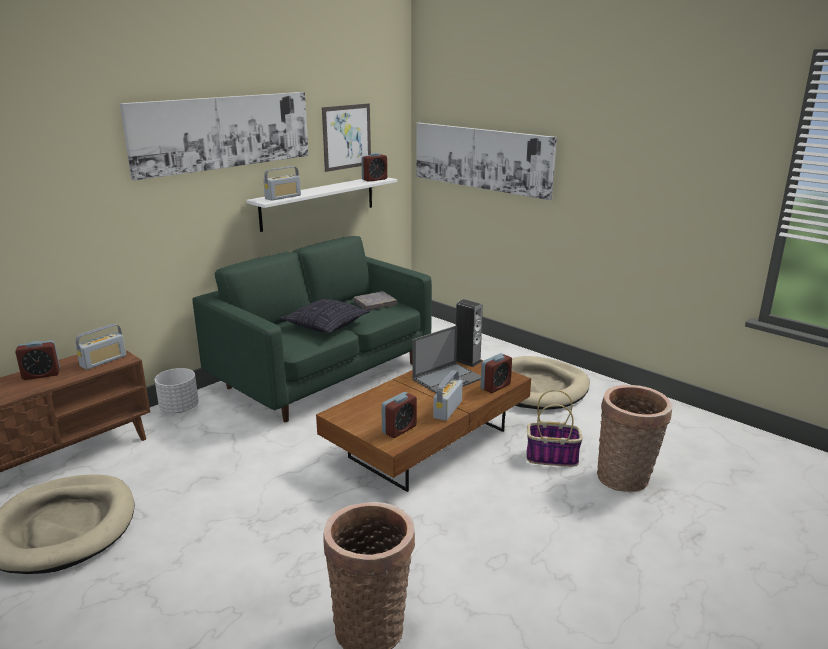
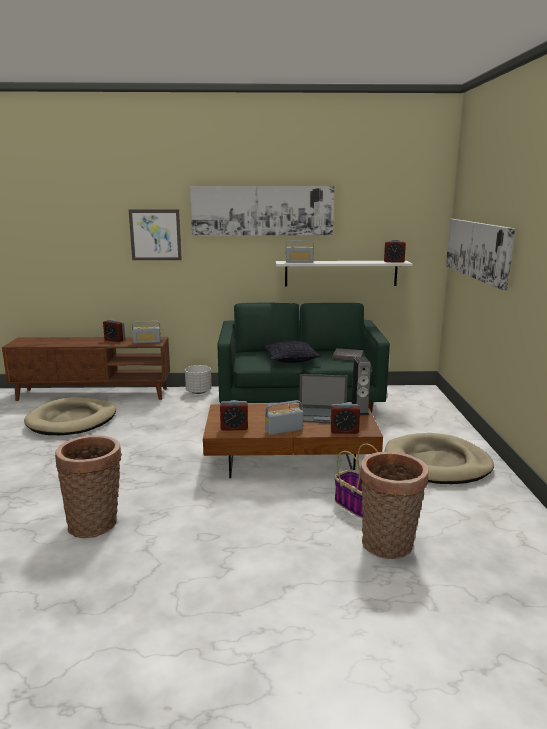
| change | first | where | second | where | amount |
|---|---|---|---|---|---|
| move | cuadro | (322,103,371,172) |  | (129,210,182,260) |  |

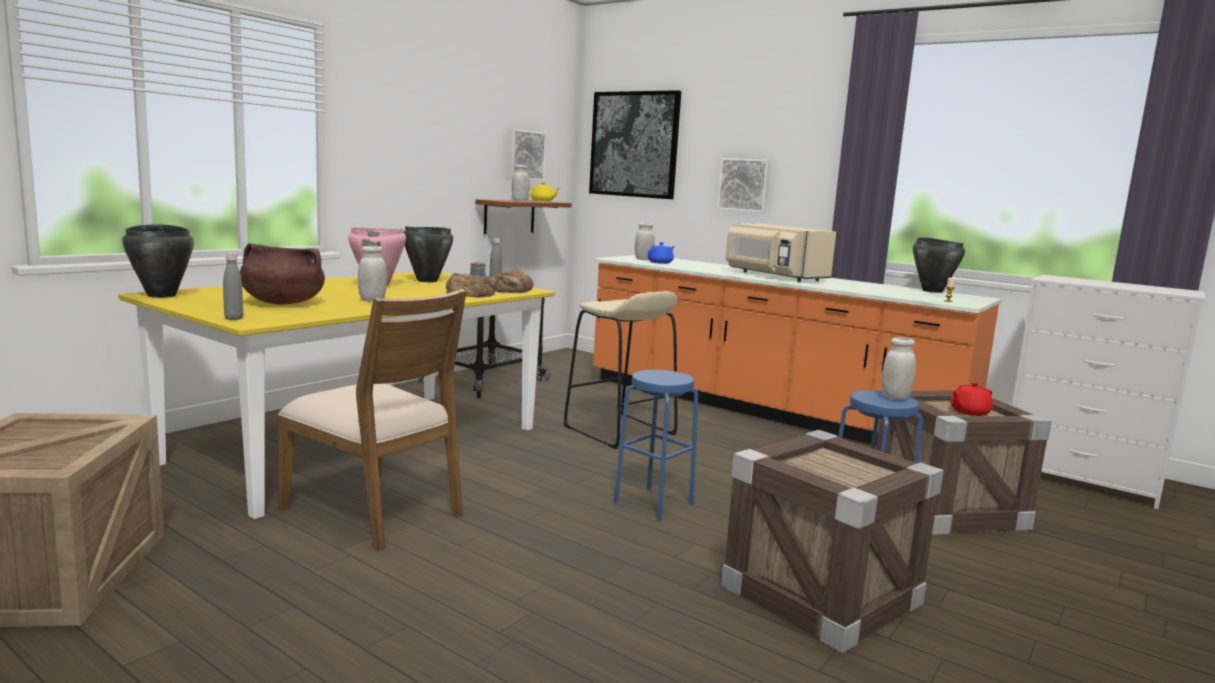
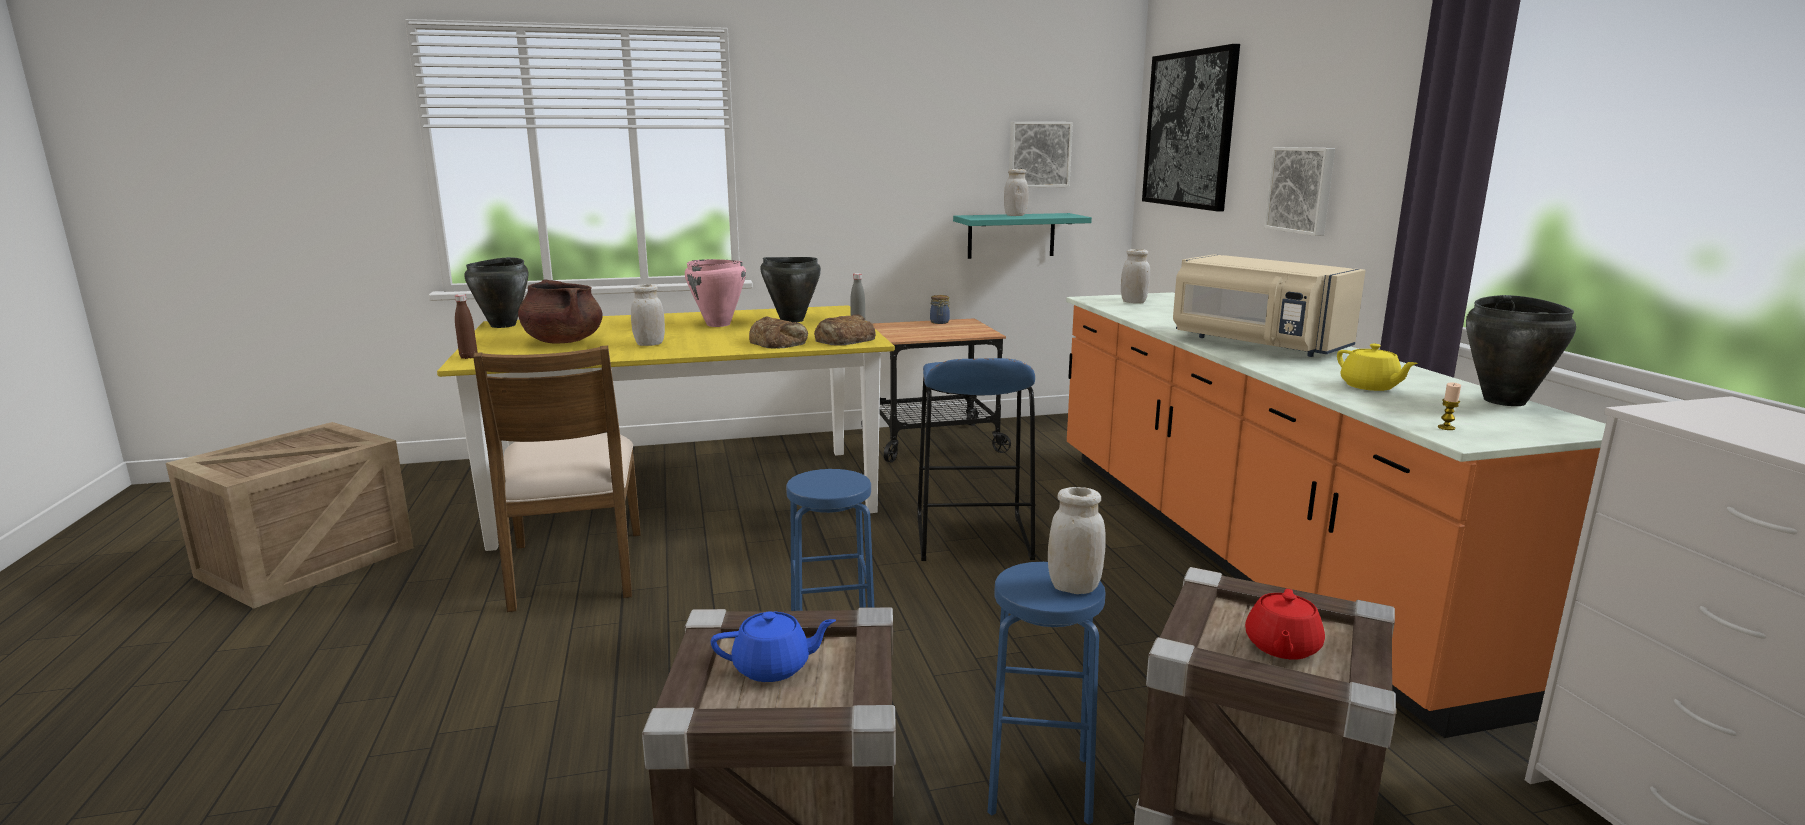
| change | first | where | second | where | amount |
|---|---|---|---|---|---|
| recolor | botella [gris] | (223,253,243,320) | botella [marrón] | (455,294,477,359) |  |
| move | tetera [azul] | (647,242,675,264) |  | (711,611,836,682) |  |
| recolor | taburete [beis] | (563,291,678,449) | taburete [azul] | (917,358,1036,561) |  |
| recolor | estante [marrón] | (475,199,572,234) | estante [turquesa] | (953,213,1092,259) |  |
| rotate | microondas [beis] | (726,223,836,282) |  | (1173,255,1366,357) | 45 degrees counterclockwise |
| rotate | tetera [rojo] | (950,382,993,416) |  | (1245,589,1325,659) | 75 degrees counterclockwise |
| move | tetera [amarillo] | (529,182,561,202) |  | (1337,344,1418,391) |  |

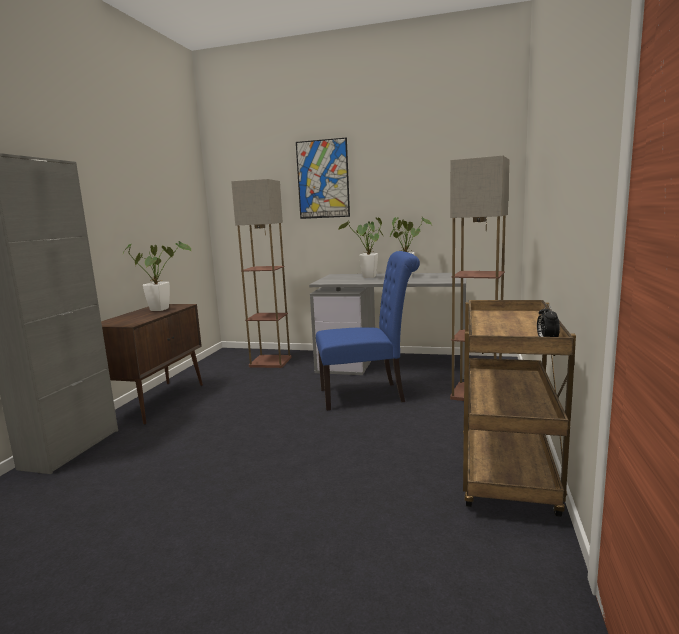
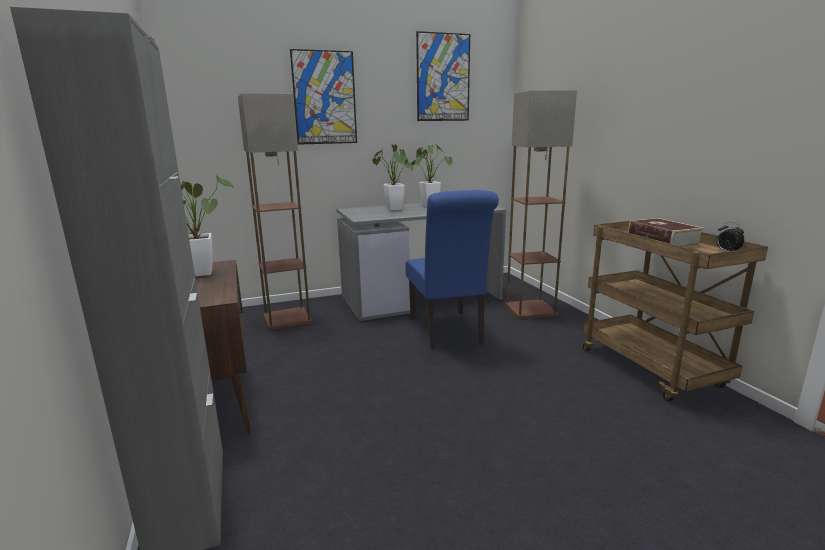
| change | first | where | second | where | amount |
|---|---|---|---|---|---|
| rotate | silla [azul] | (316,251,420,411) |  | (406,190,499,349) | 120 degrees clockwise |
| insert |  |  | cuadro | (416,31,470,121) |  |
| insert |  |  | libro | (628,218,704,248) |  |

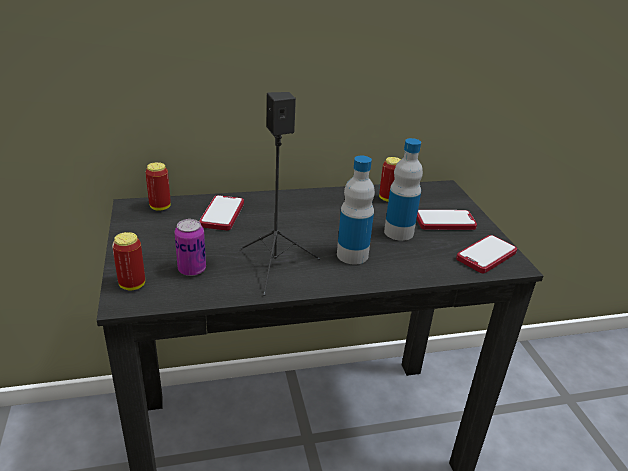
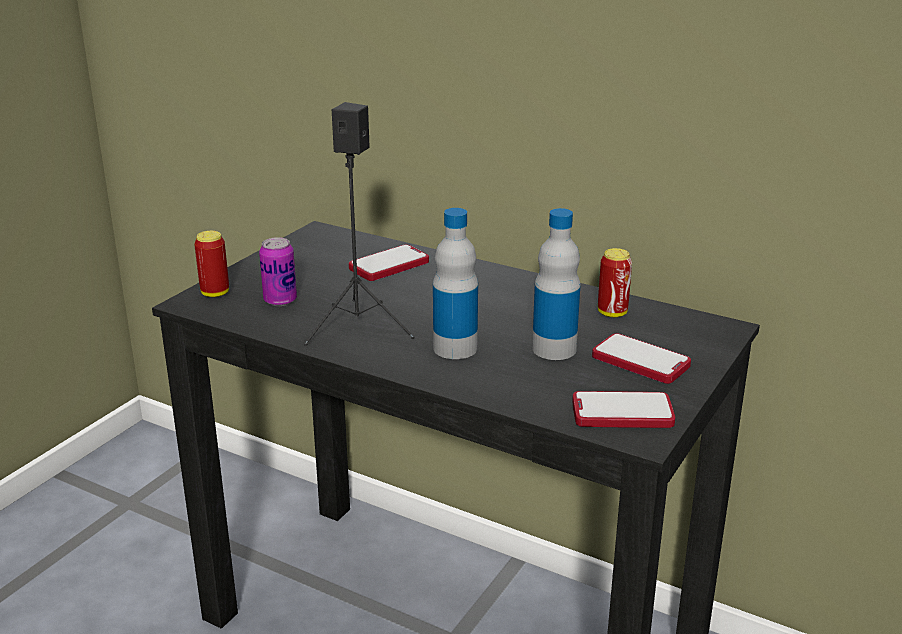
| change | first | where | second | where | amount |
|---|---|---|---|---|---|
| delete | lata | (145,162,171,211) |  |  |  |

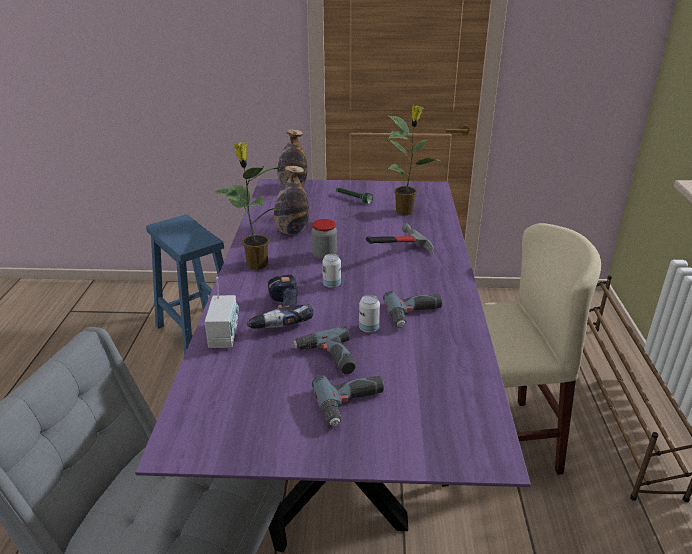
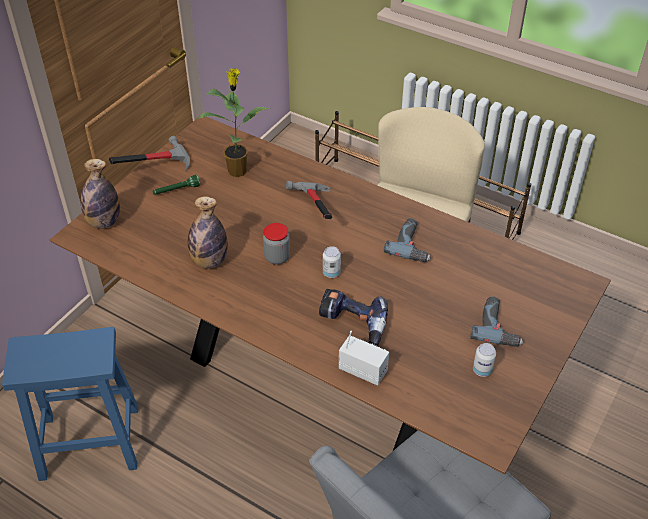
| change | first | where | second | where | amount |
|---|---|---|---|---|---|
| recolor | mesa de comedor [morado] | (135,179,531,531) | mesa de comedor [marrón] | (50,115,611,474) |  |
| insert |  |  | martillo | (109,136,190,171) |  |
| move | lata | (359,295,380,333) |  | (473,343,496,377) |  |
| delete | planta en maceta | (215,142,282,269) |  |  |  |
| delete | taladro | (292,326,356,374) |  |  |  |

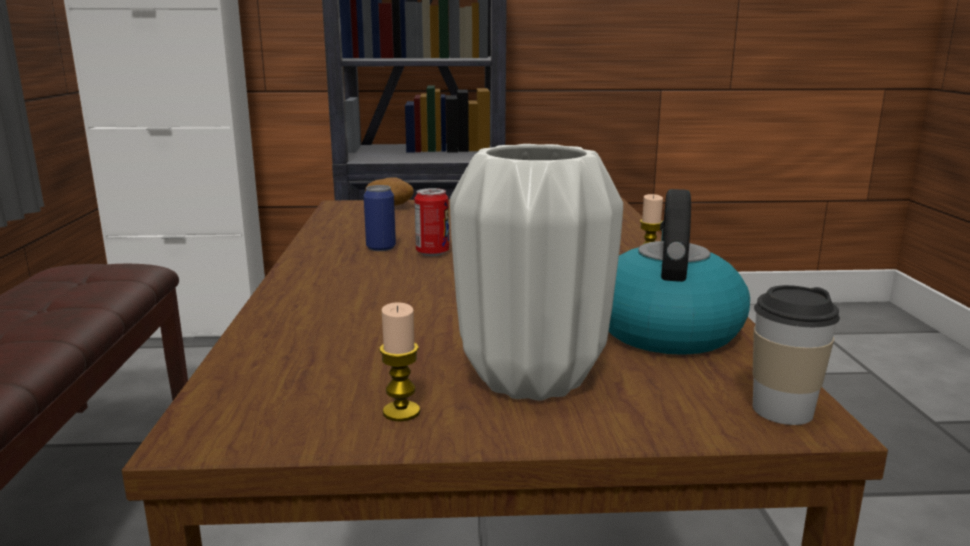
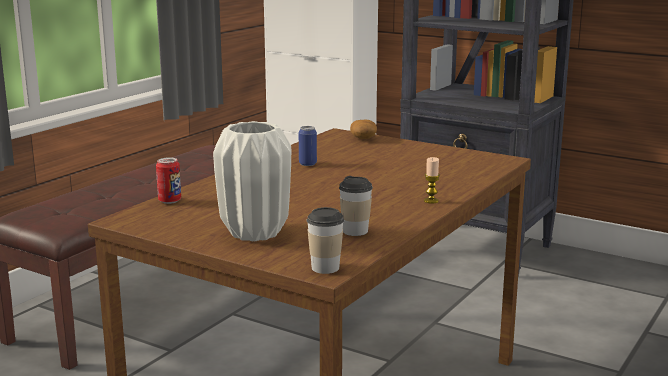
| change | first | where | second | where | amount |
|---|---|---|---|---|---|
| move | lata | (414,188,449,256) |  | (156,157,181,204) |  |
| replace | hervidor | (609,189,750,355) | taza | (339,176,373,236) |  |
| delete | vela | (379,302,420,422) |  |  |  |

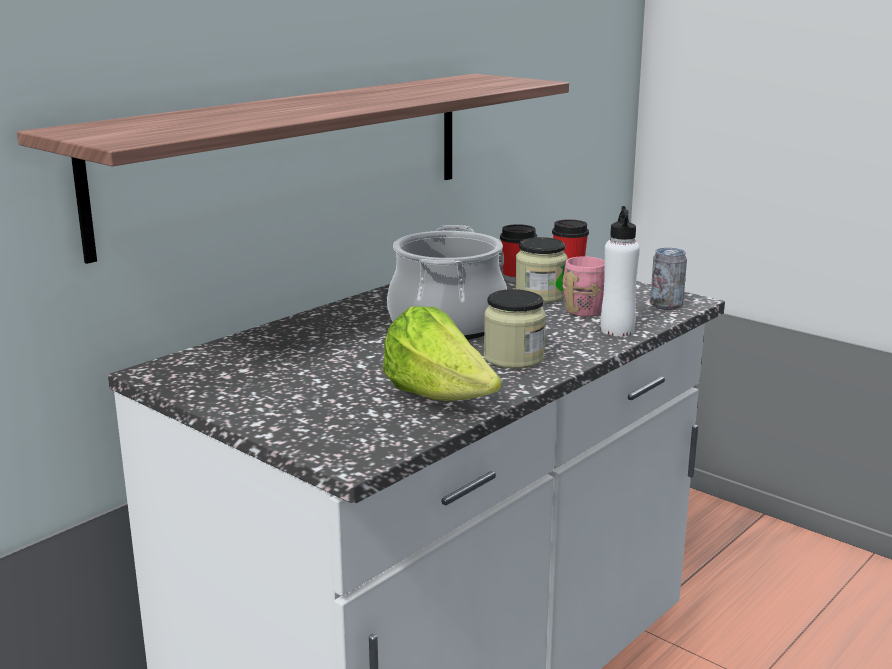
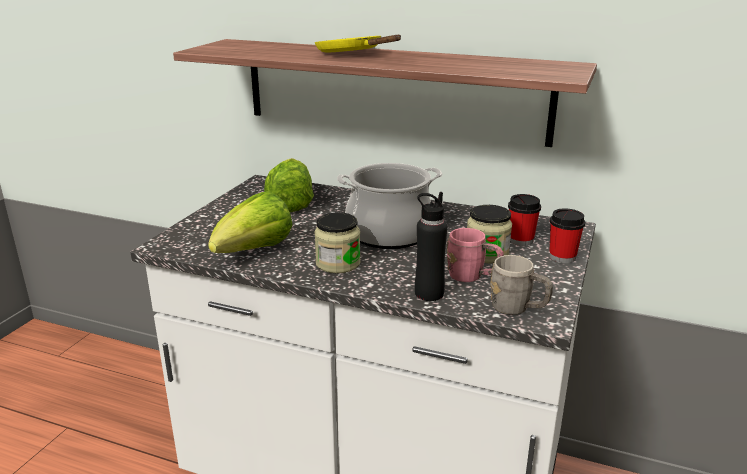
| change | first | where | second | where | amount |
|---|---|---|---|---|---|
| insert |  |  | lechuga | (264,158,314,212) |  |
| insert |  |  | sartén [amarillo] | (315,35,401,53) |  |
| recolor | botella [blanco] | (600,206,640,336) | botella [negro] | (415,192,447,301) |  |
| replace | lata | (650,247,687,310) | taza grande [gris] | (490,255,553,315) |  |

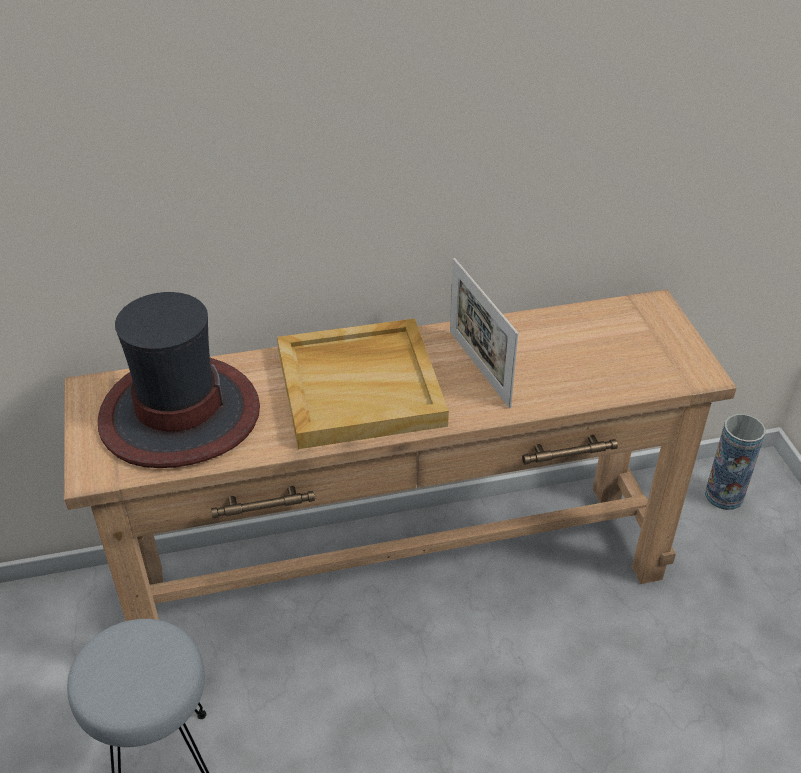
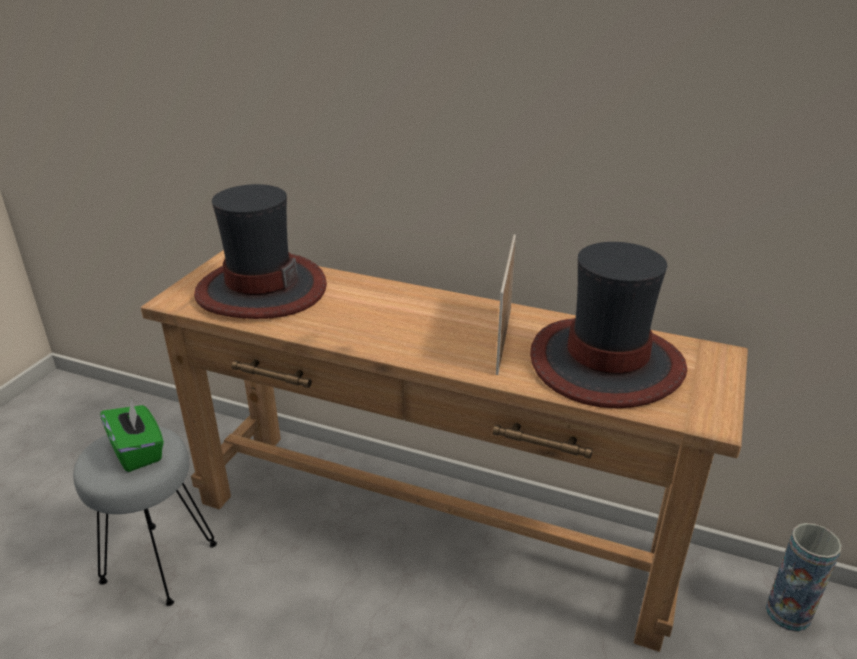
| change | first | where | second | where | amount |
|---|---|---|---|---|---|
| insert |  |  | caja de pañuelos [verde] | (100,398,164,472) |  |
| insert |  |  | sombrero | (530,242,687,409) |  |
| delete | bandeja [beis] | (277,318,449,449) |  |  |  |

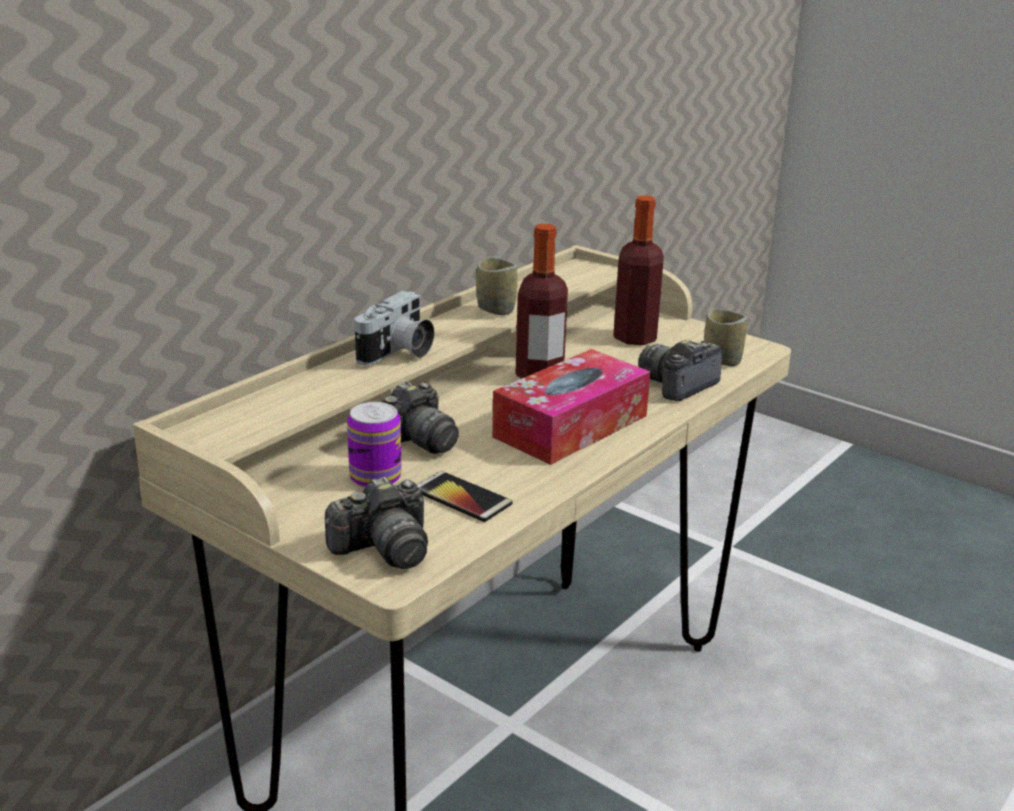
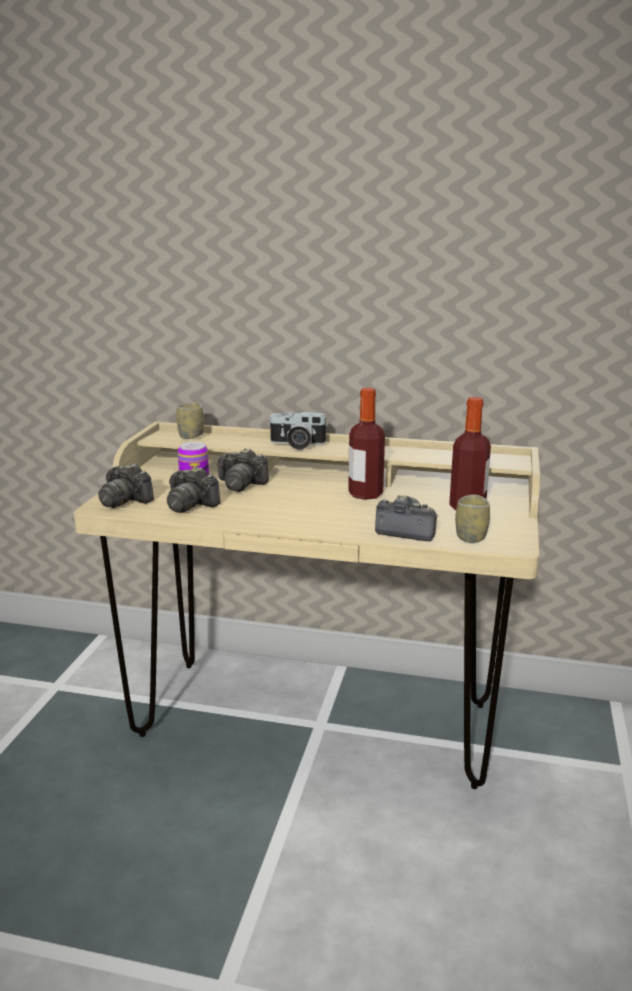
| change | first | where | second | where | amount |
|---|---|---|---|---|---|
| replace | móvil | (417,471,513,522) | cámara | (167,467,221,513) |  |
| move | taza | (476,257,518,315) |  | (177,402,204,439) |  |
| delete | caja de pañuelos | (492,349,650,465) |  |  |  |

